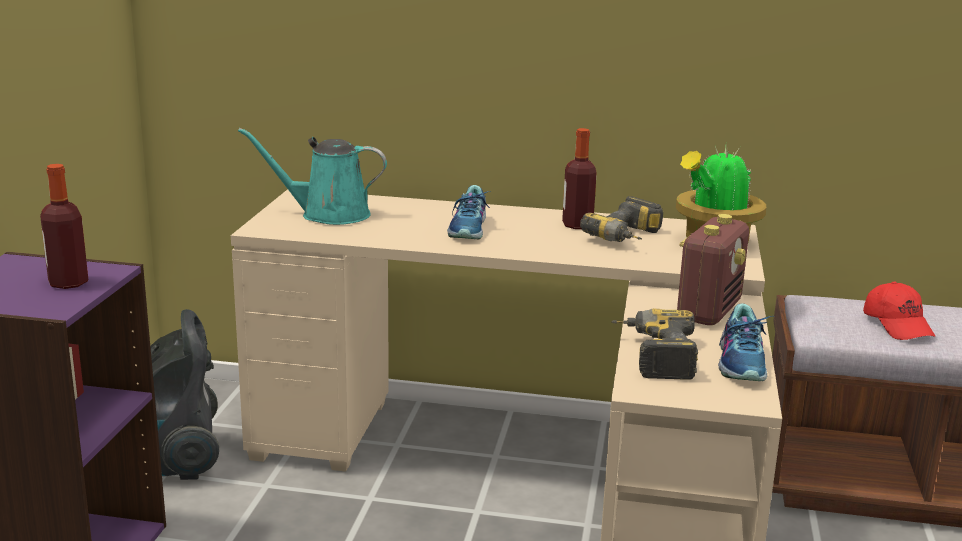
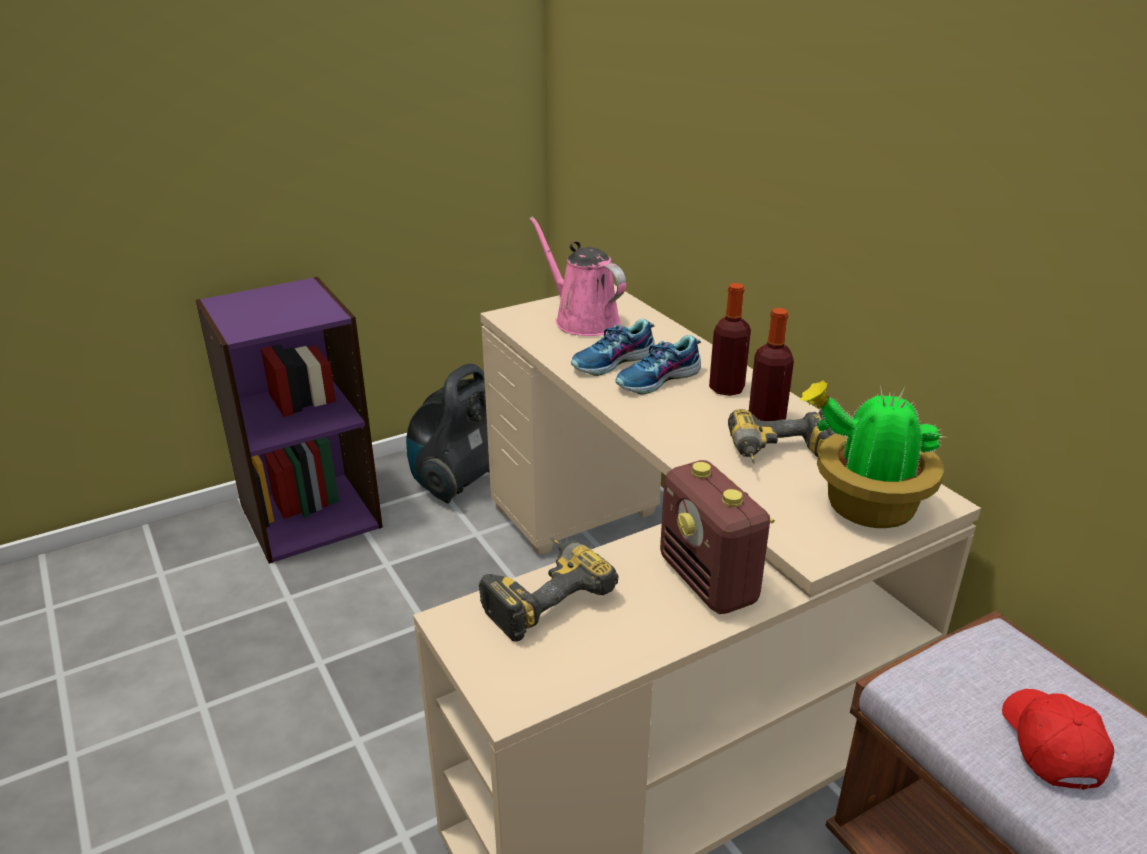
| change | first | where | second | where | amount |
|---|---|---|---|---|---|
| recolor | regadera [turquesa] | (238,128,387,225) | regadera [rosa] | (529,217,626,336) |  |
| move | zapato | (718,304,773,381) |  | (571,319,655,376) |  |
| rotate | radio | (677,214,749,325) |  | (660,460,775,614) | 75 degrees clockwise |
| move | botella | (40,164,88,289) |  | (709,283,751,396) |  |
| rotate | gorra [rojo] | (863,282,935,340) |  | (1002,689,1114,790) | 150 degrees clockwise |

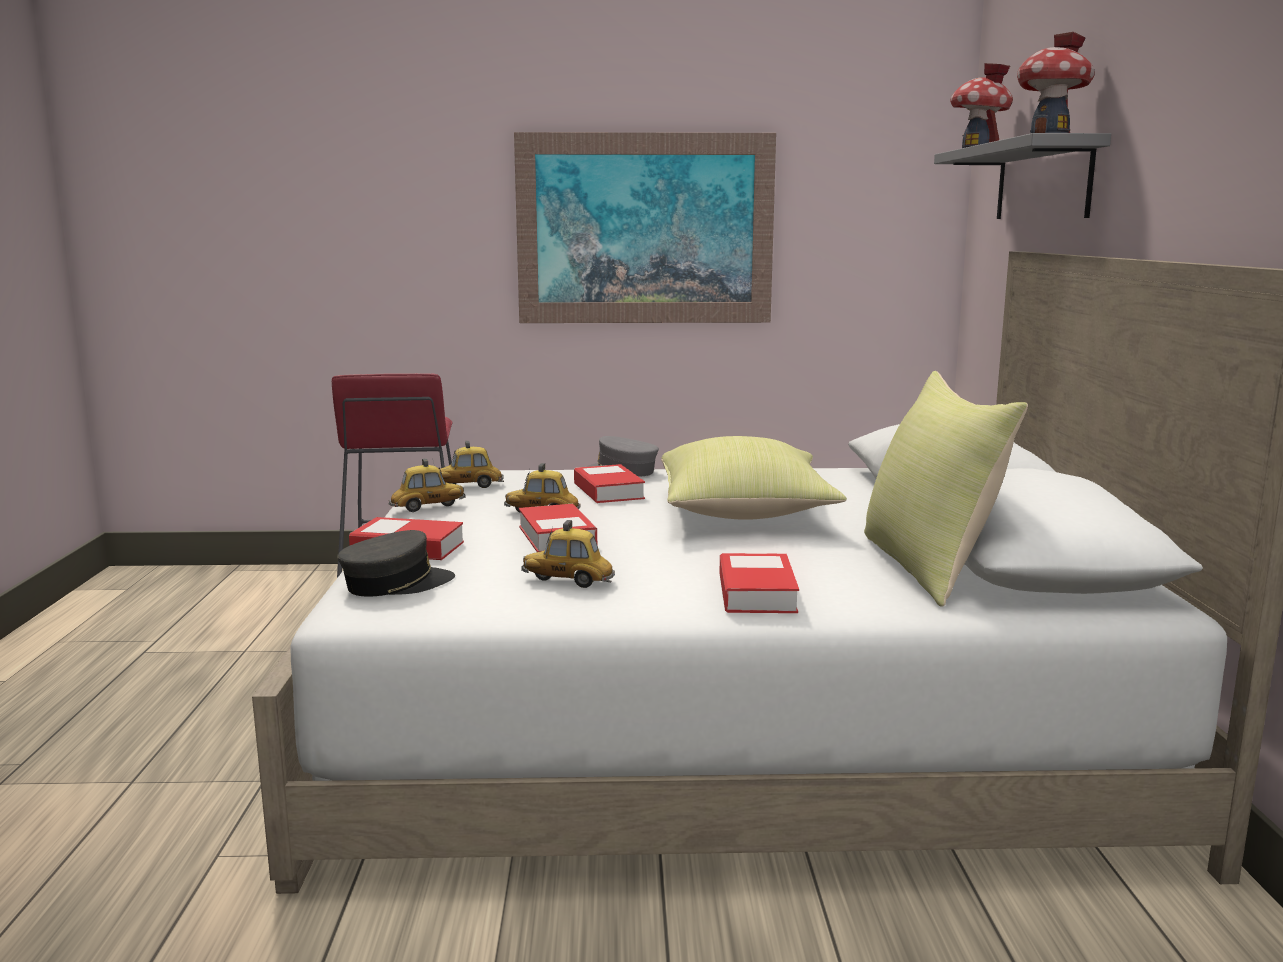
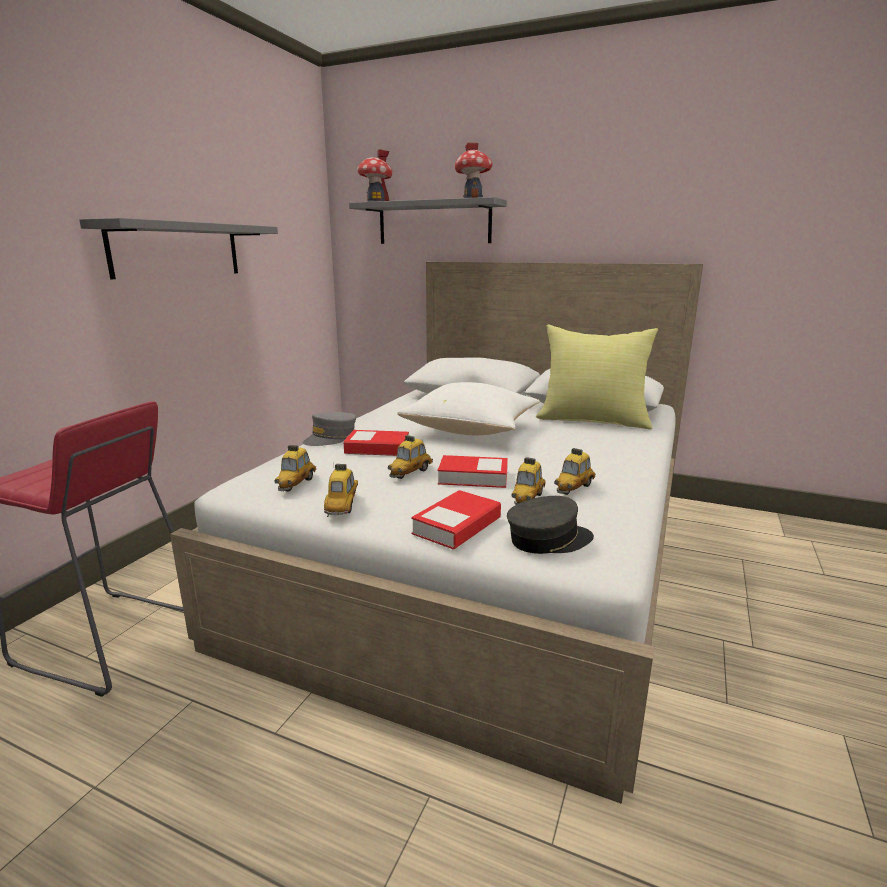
| change | first | where | second | where | amount |
|---|---|---|---|---|---|
| replace | cuadro | (514,132,776,323) | estante [gris] | (79,218,278,279) |  |
| recolor | cojín [amarillo] | (661,436,847,520) | cojín [blanco] | (397,382,540,435) |  |
| rotate | gorra [gris] | (337,530,455,597) |  | (507,496,594,554) | 75 degrees clockwise |
| insert |  |  | coche de juguete | (511,457,545,505) |  |
| delete | libro | (719,553,799,613) |  |  |  |

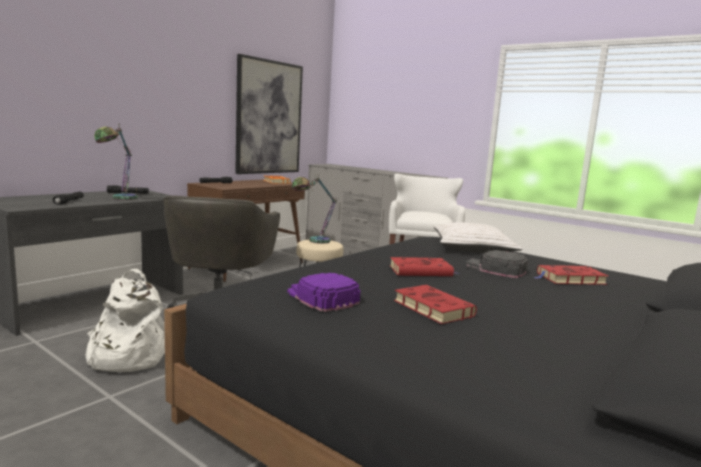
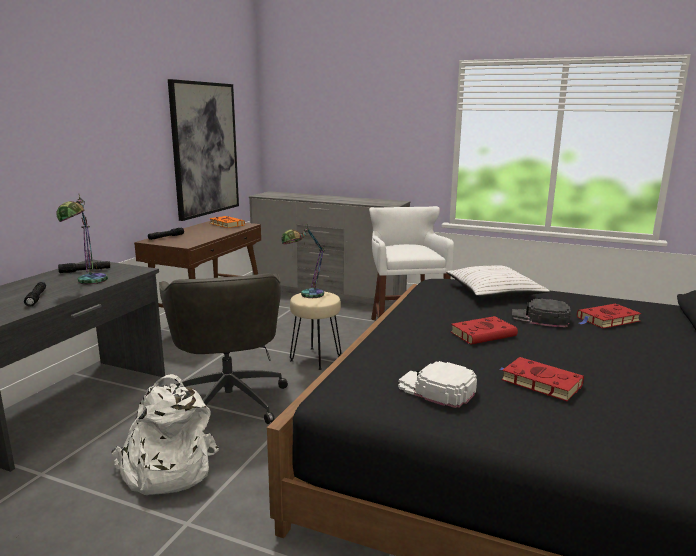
| change | first | where | second | where | amount |
|---|---|---|---|---|---|
| recolor | gorra [morado] | (287,273,361,312) | gorra [blanco] | (398,361,477,408) |  |

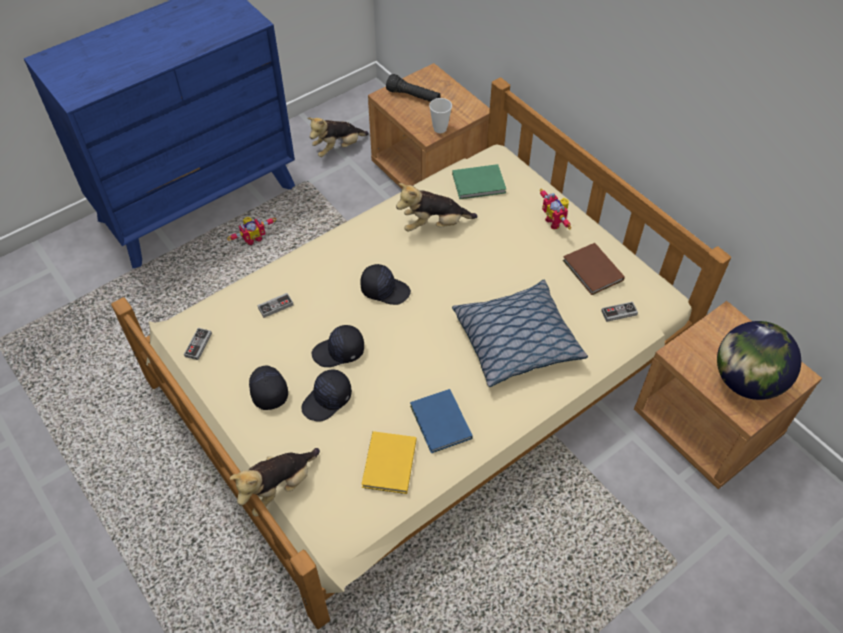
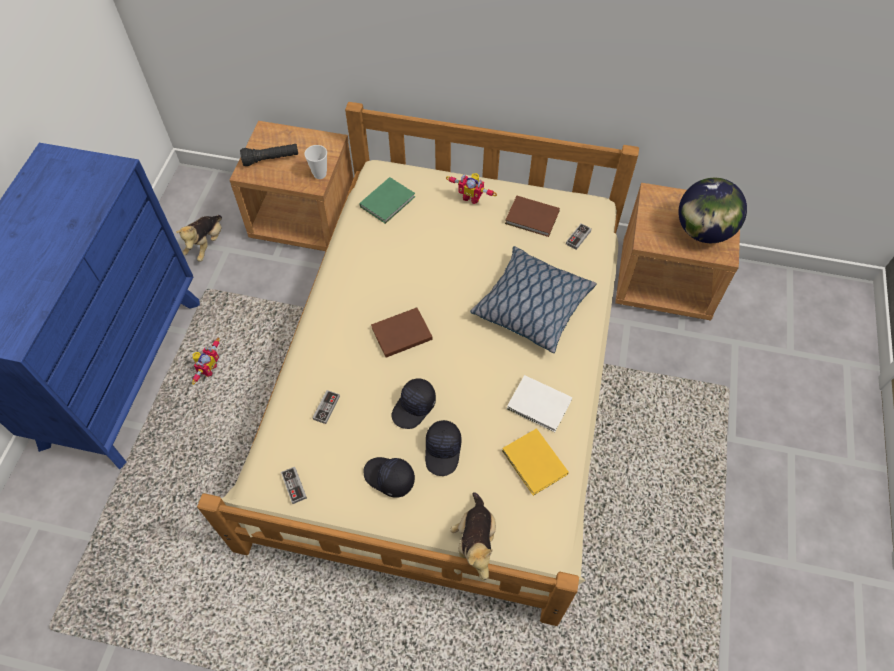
| change | first | where | second | where | amount |
|---|---|---|---|---|---|
| replace | gorra [negro] | (360,264,411,305) | libro [marrón] | (371,308,432,358) |  |
| recolor | libro [azul] | (410,389,473,454) | libro [blanco] | (507,375,572,432) |  |
| delete | peluche | (396,183,478,231) |  |  |  |

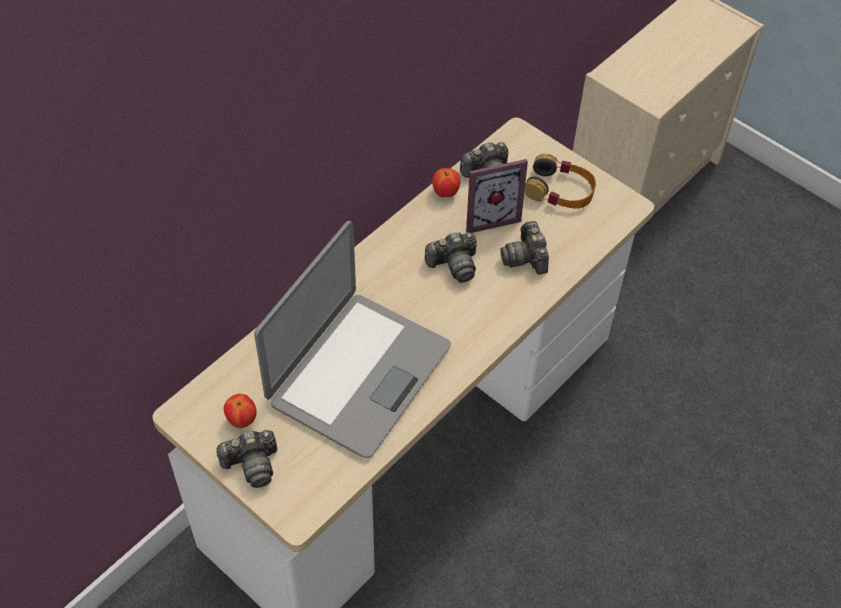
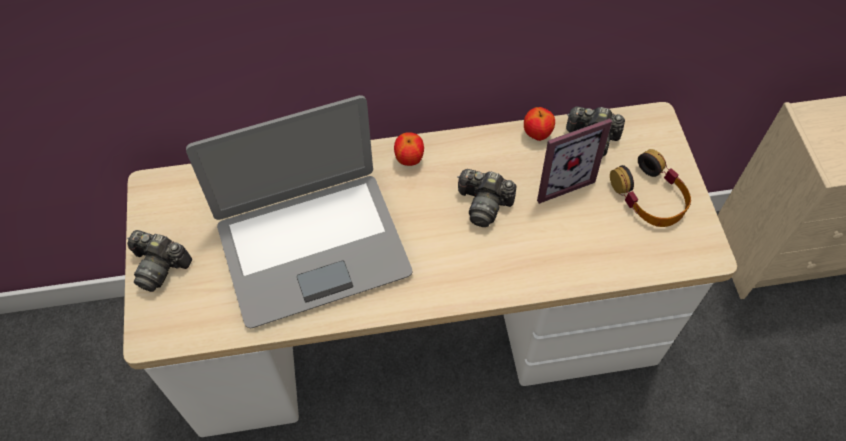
| change | first | where | second | where | amount |
|---|---|---|---|---|---|
| move | manzana | (224,394,257,428) |  | (394,132,424,166) |  |
| rotate | portarretratos | (466,159,528,233) |  | (537,118,612,204) | 45 degrees counterclockwise |
| delete | cámara | (500,221,549,275) |  |  |  |

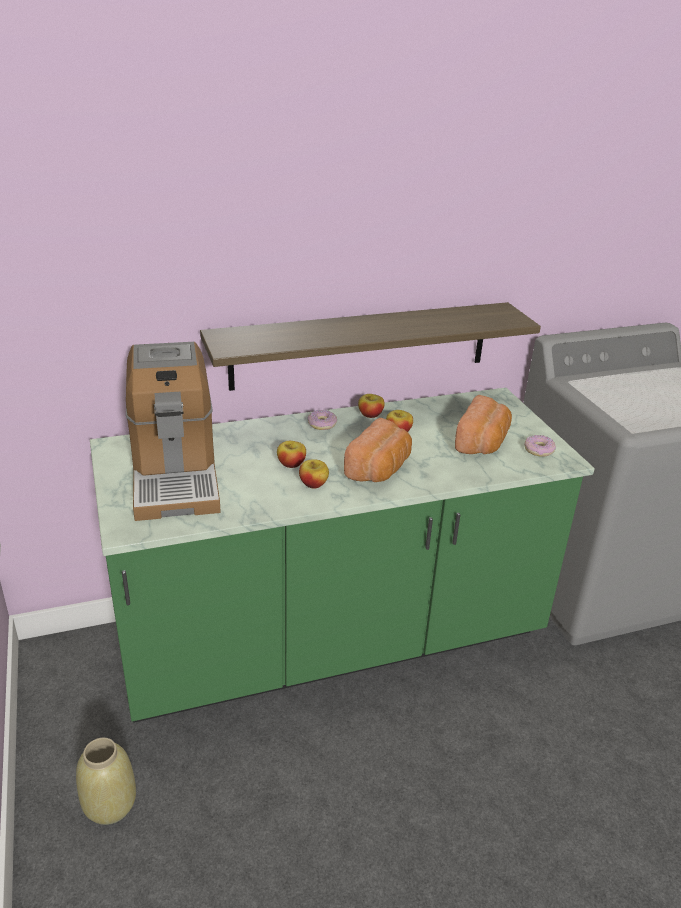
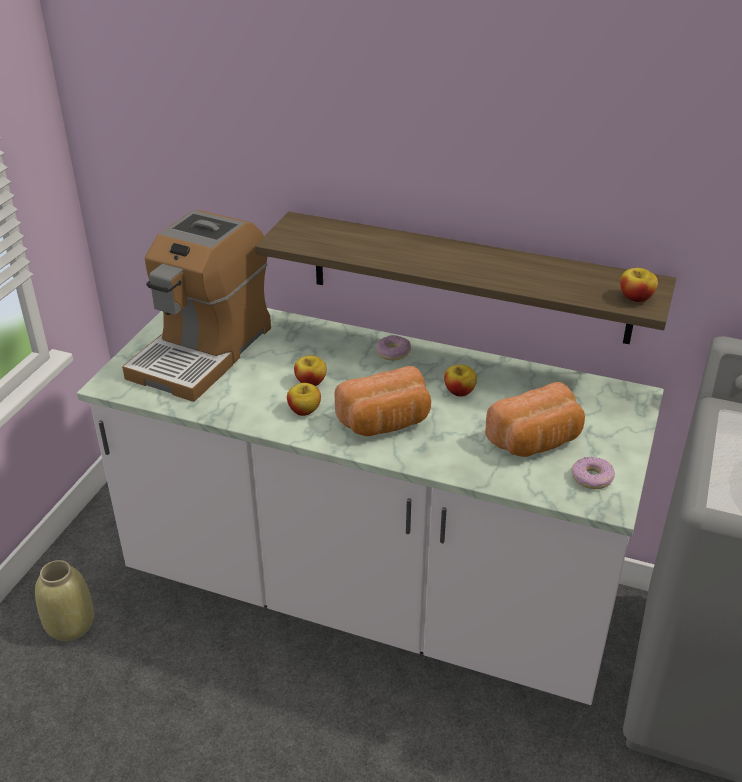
| change | first | where | second | where | amount |
|---|---|---|---|---|---|
| recolor | mueble bajo de cocina [verde] | (90,388,595,723) | mueble bajo de cocina [blanco] | (77,308,664,705) |  |
| move | manzana | (358,394,385,418) |  | (620,268,658,302) |  |

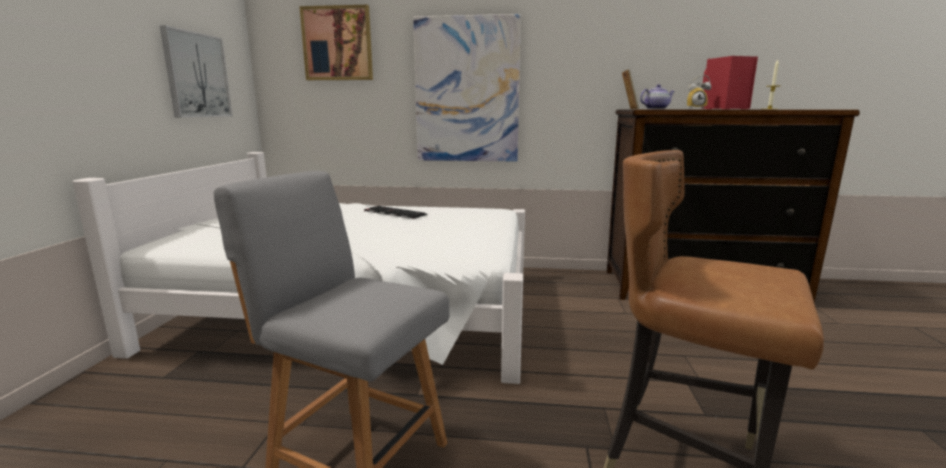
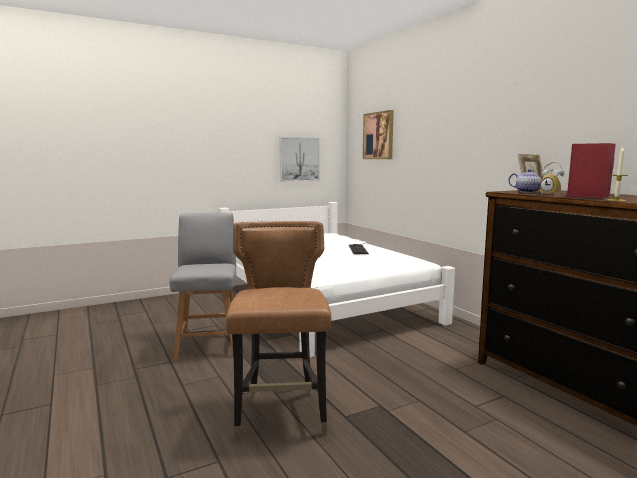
| change | first | where | second | where | amount |
|---|---|---|---|---|---|
| delete | cuadro | (413,14,521,162) |  |  |  |

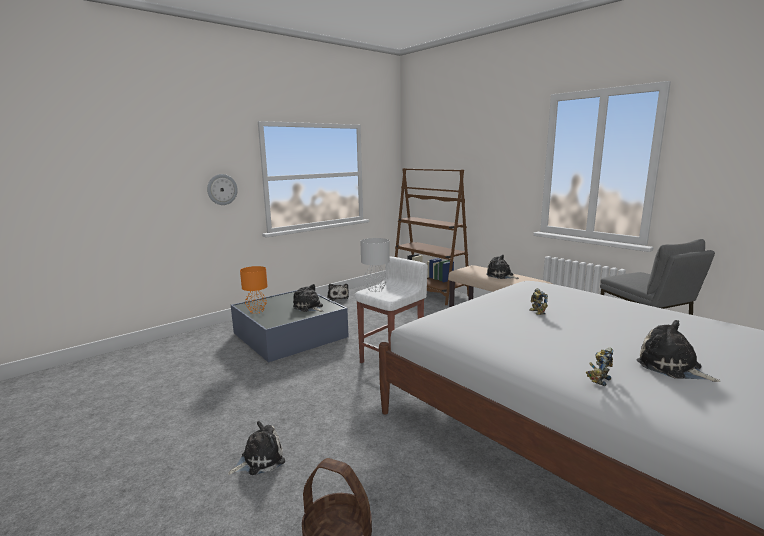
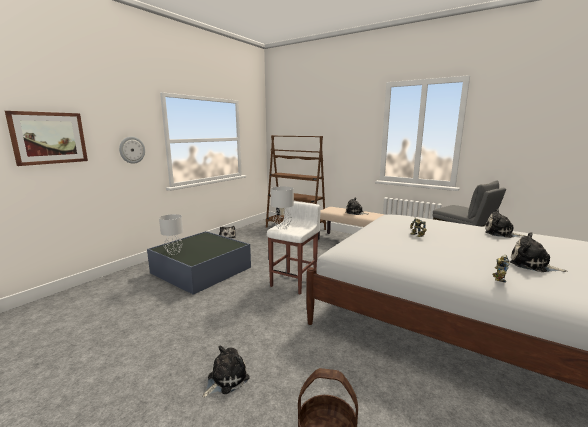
| change | first | where | second | where | amount |
|---|---|---|---|---|---|
| insert |  |  | cuadro | (5,111,88,166) |  |
| recolor | lámpara de mesa [naranja] | (240,266,268,314) | lámpara de mesa [gris] | (159,214,183,255) |  |
| move | peluche | (293,284,323,312) |  | (485,209,525,238) |  |

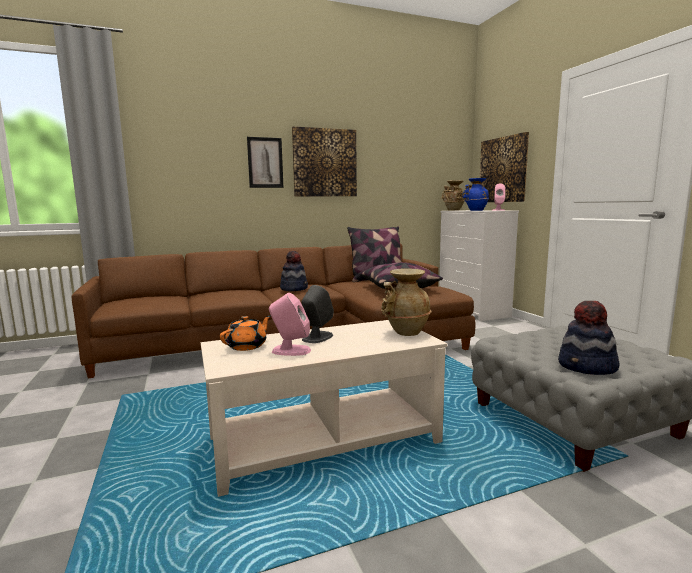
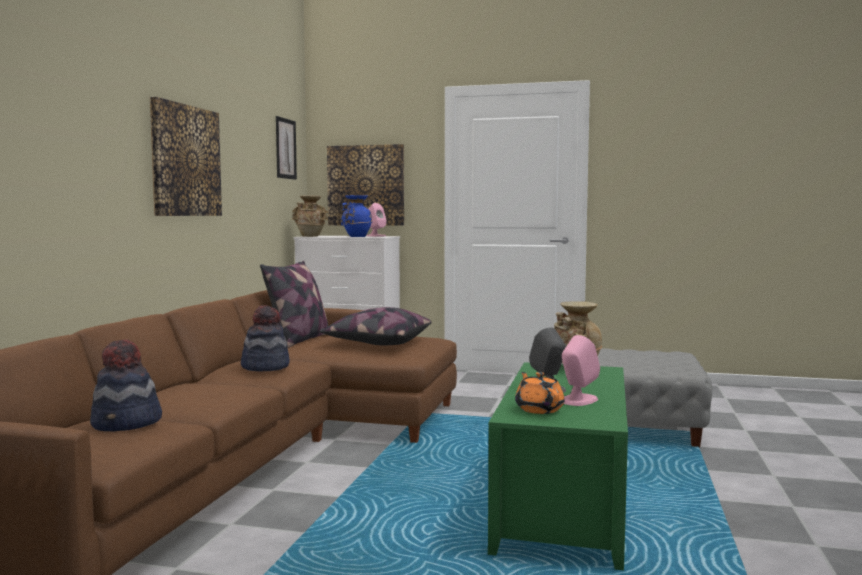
| change | first | where | second | where | amount |
|---|---|---|---|---|---|
| move | sombrero | (558,301,620,375) |  | (90,340,162,431) |  |
| move | cuadro | (247,137,283,188) |  | (276,116,297,180) |  |
| recolor | mesa de centro [beis] | (201,320,447,497) | mesa de centro [verde] | (488,362,628,571) |  |

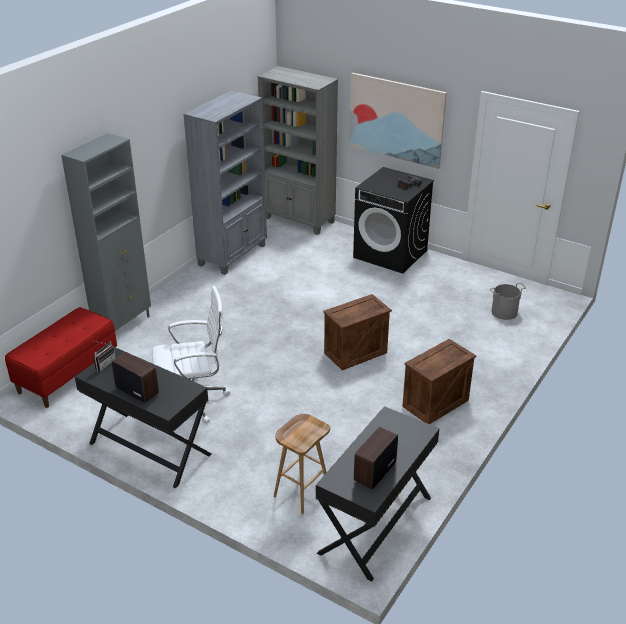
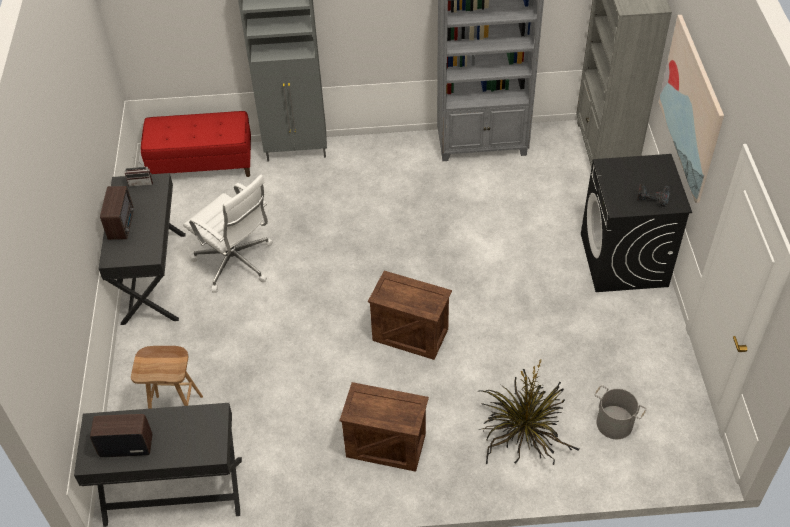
| change | first | where | second | where | amount |
|---|---|---|---|---|---|
| insert |  |  | planta en maceta | (477,360,579,465) |  |

